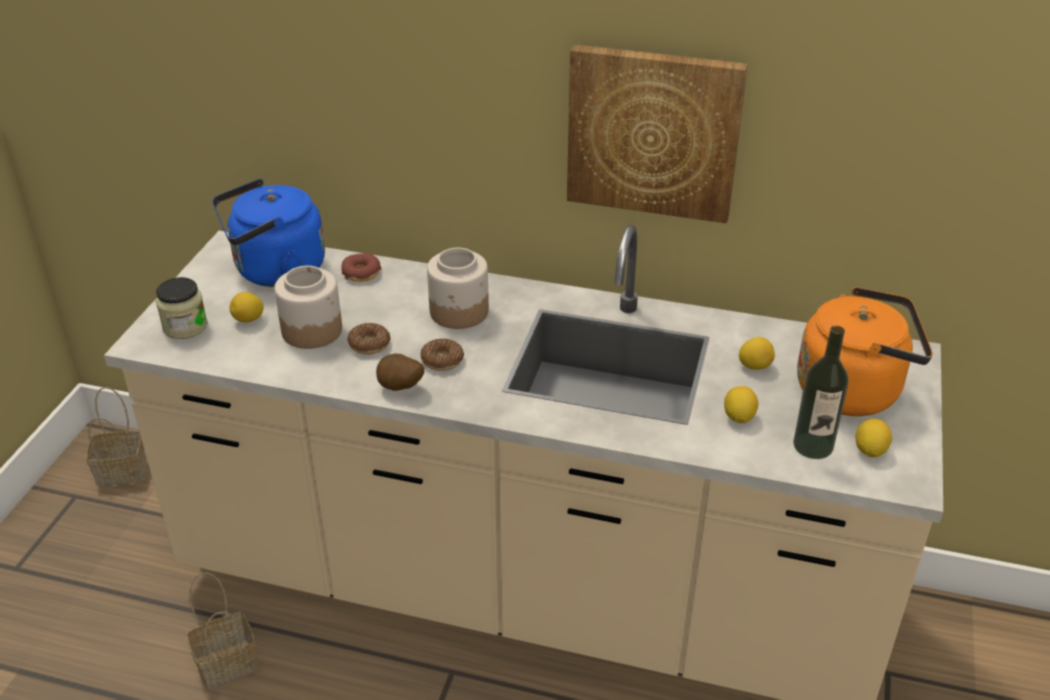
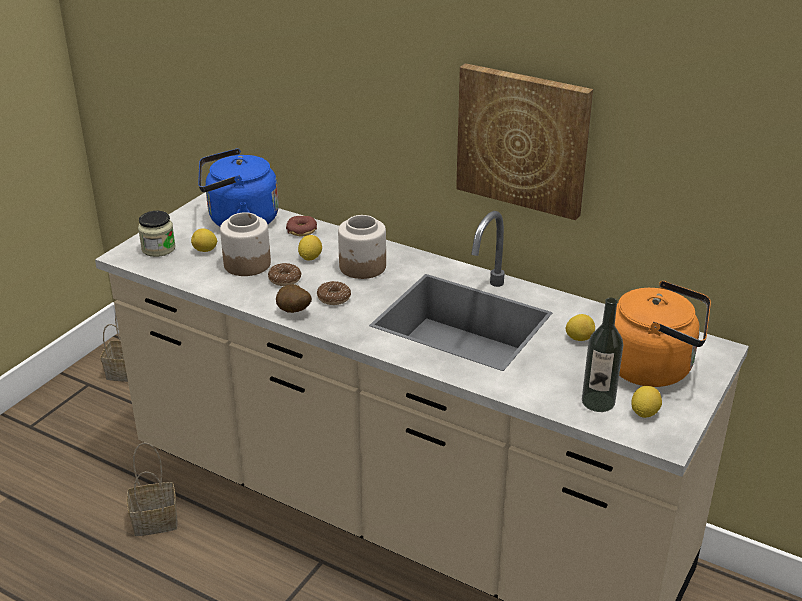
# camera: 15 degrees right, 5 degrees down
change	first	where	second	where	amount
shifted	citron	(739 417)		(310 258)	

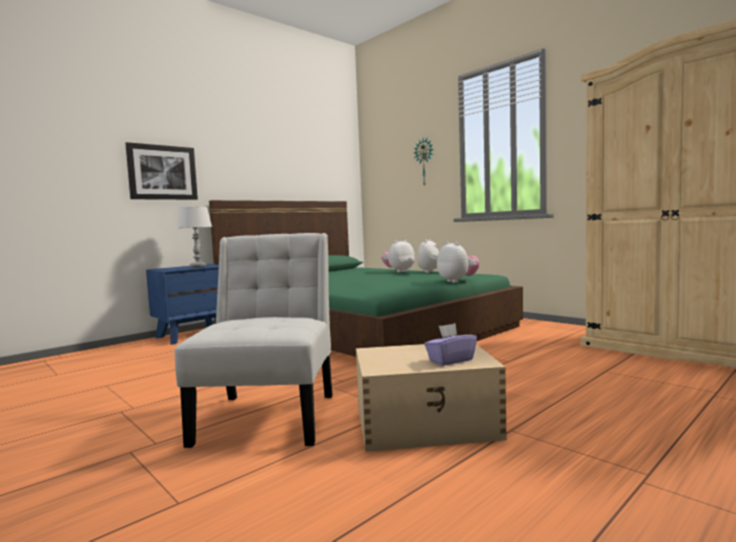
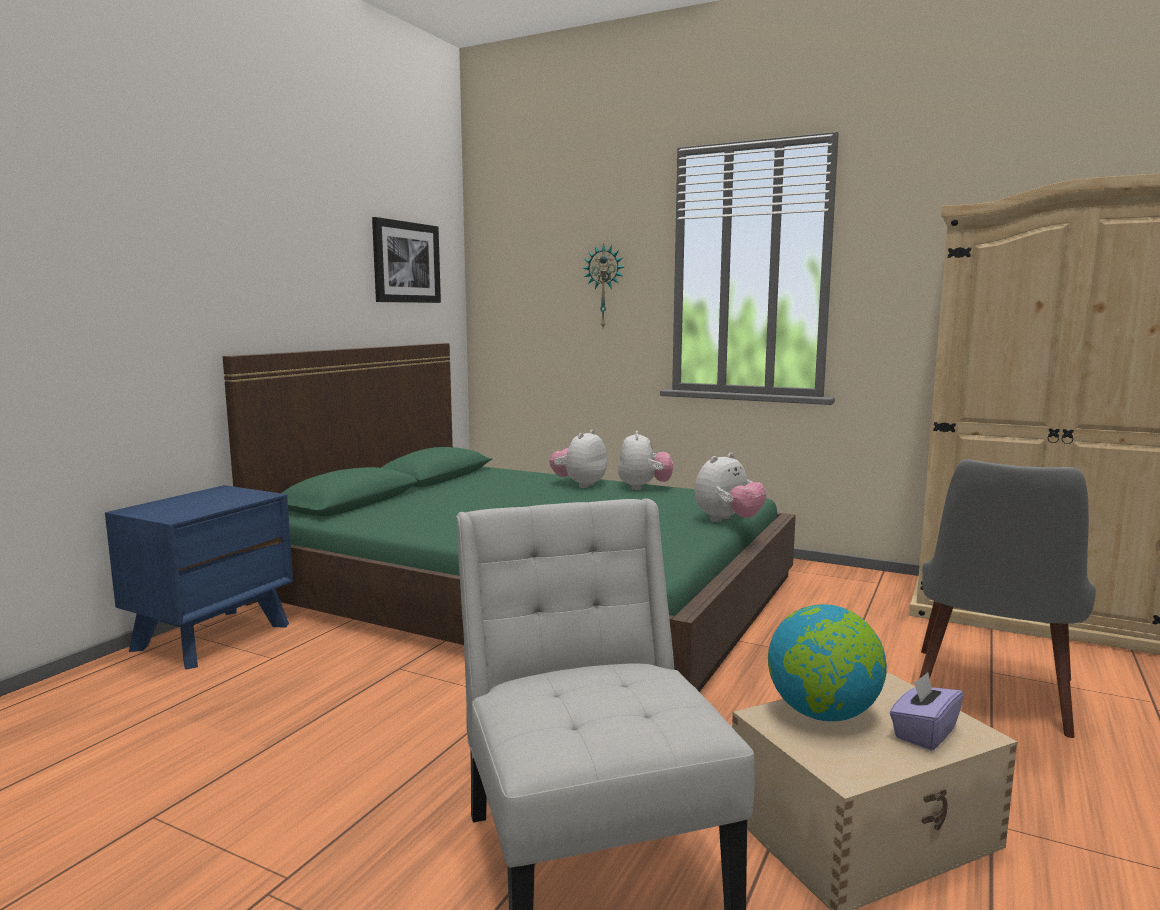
# camera: 20 degrees left, 5 degrees up
change	first	where	second	where	amount
shifted	tableau	(162 172)		(406 262)	
gone	lampe de table/gris	(198 267)			
rotated	peluche	(457 281)		(728 521)	90 degrees clockwise
new			chaise/gris	(992 700)	
new			globe	(822 714)	

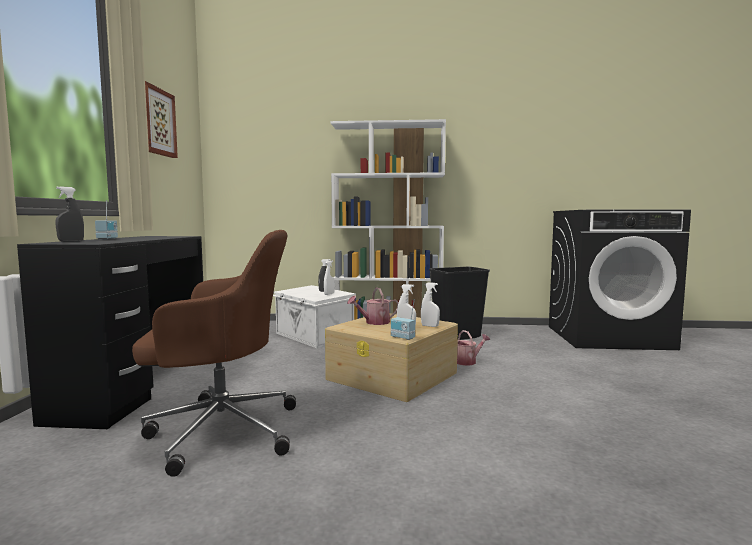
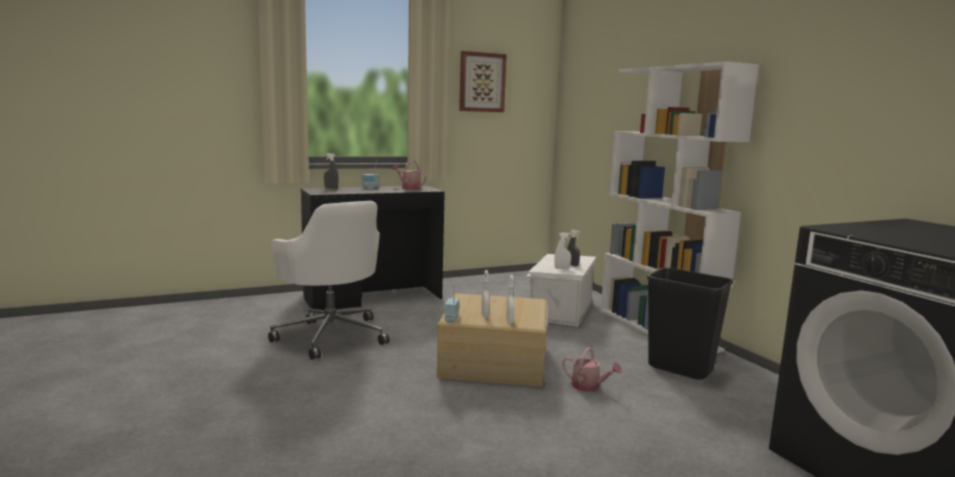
# camera: 60 degrees right, 5 degrees up
change	first	where	second	where	amount
repainted	chaise de bureau/marron	(219 431)	chaise de bureau/blanc	(331 335)	
shifted	arrosoir	(374 322)		(409 188)	

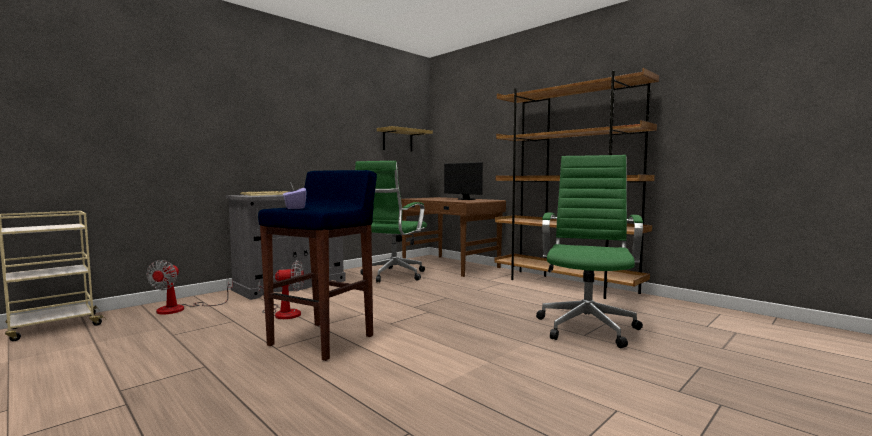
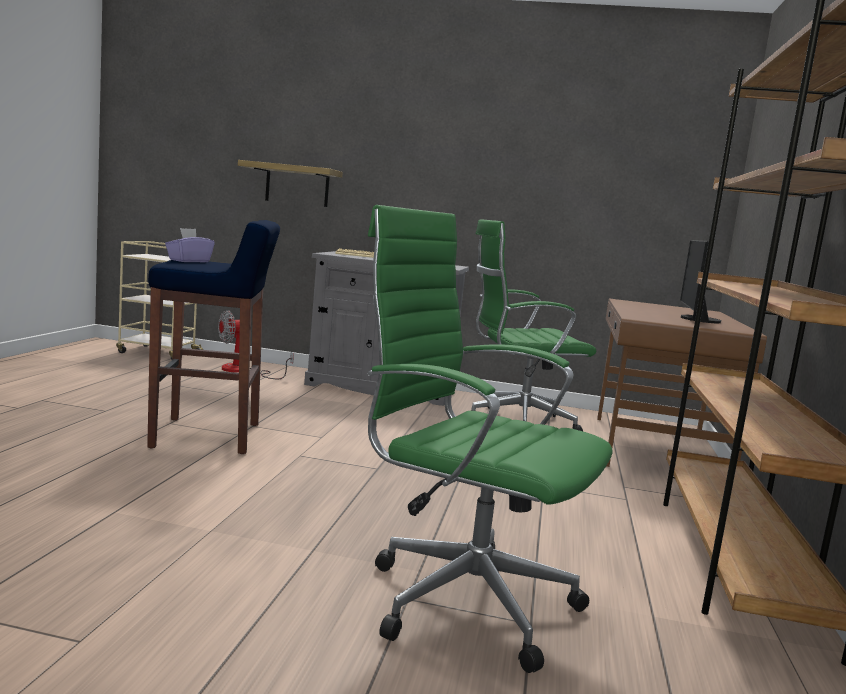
# camera: 55 degrees right, 5 degrees up
change	first	where	second	where	amount
shifted	étagère	(397 140)		(297 185)	
rotated	chaise de bureau/vert	(587 327)		(461 599)	135 degrees counterclockwise
gone	ventilateur	(283 313)			

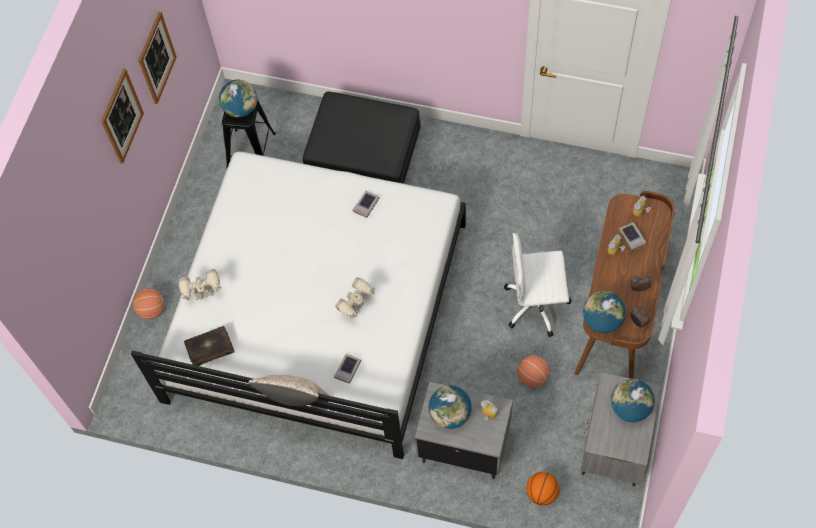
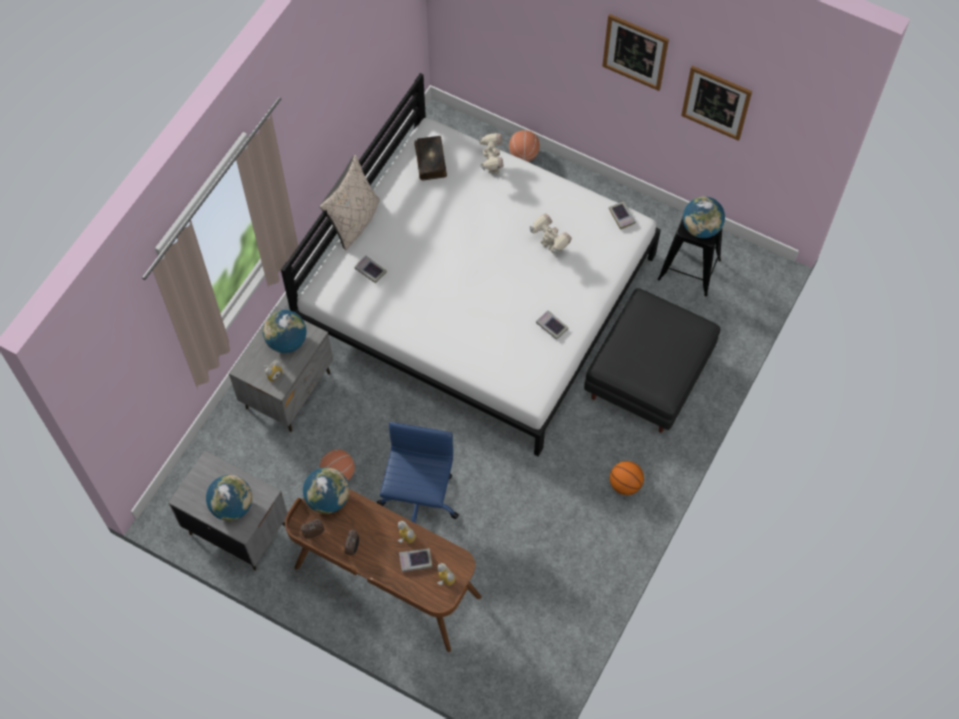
# camera: 100 degrees right, 0 degrees up
change	first	where	second	where	amount
repainted	chaise de bureau/blanc	(537 305)	chaise de bureau/bleu	(419 501)	
shifted	robot jouet	(356 308)		(549 247)	
shifted	ballon de basket	(542 493)		(625 484)	
new			livre	(621 216)	

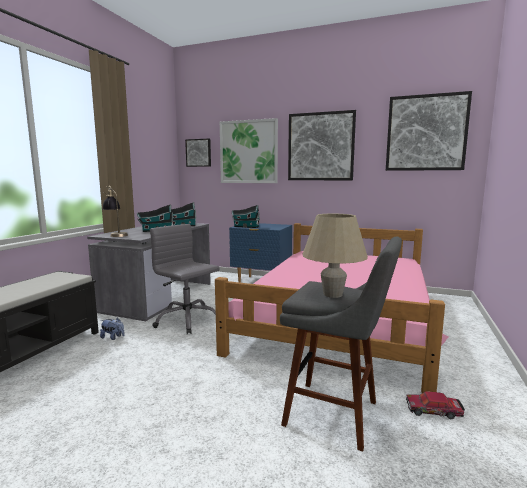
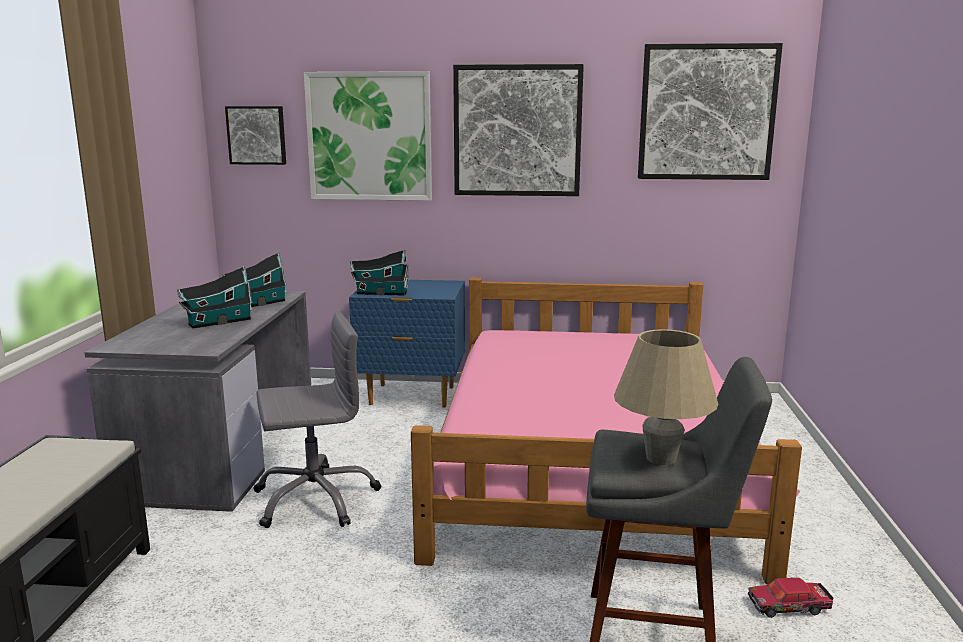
# camera: 15 degrees left, 5 degrees up
change	first	where	second	where	amount
gone	lampe de table	(116 234)			
rotated	chaise de bureau/gris	(187 320)		(315 499)	135 degrees clockwise
gone	peluche	(113 337)			

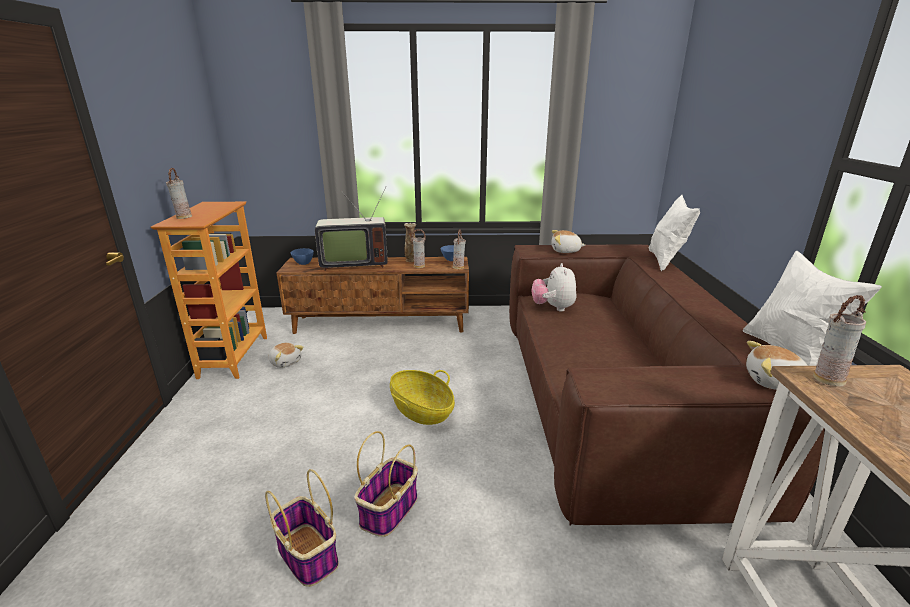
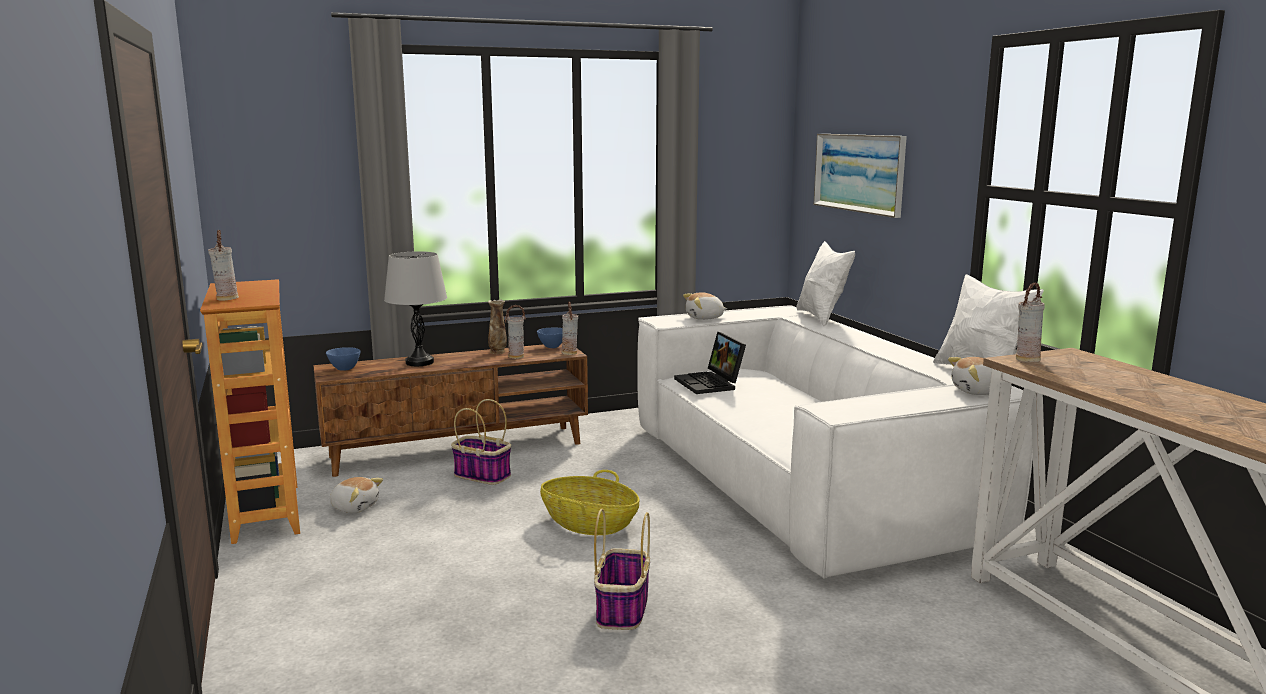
# camera: 20 degrees left, 10 degrees down
change	first	where	second	where	amount
swapped	téléviseur	(353 263)	lampe de table/gris	(419 362)	
repainted	canapé/marron	(610 398)	canapé/blanc	(800 480)	
swapped	peluche	(553 308)	ordinateur portable	(711 384)	
shifted	panier	(307 554)		(481 475)	
new			tableau	(859 173)	

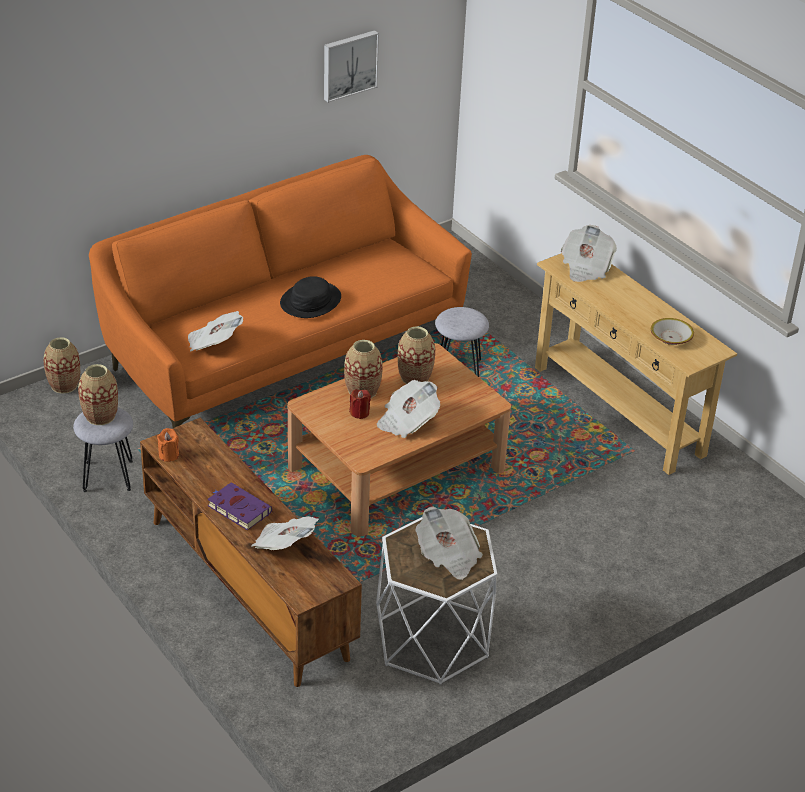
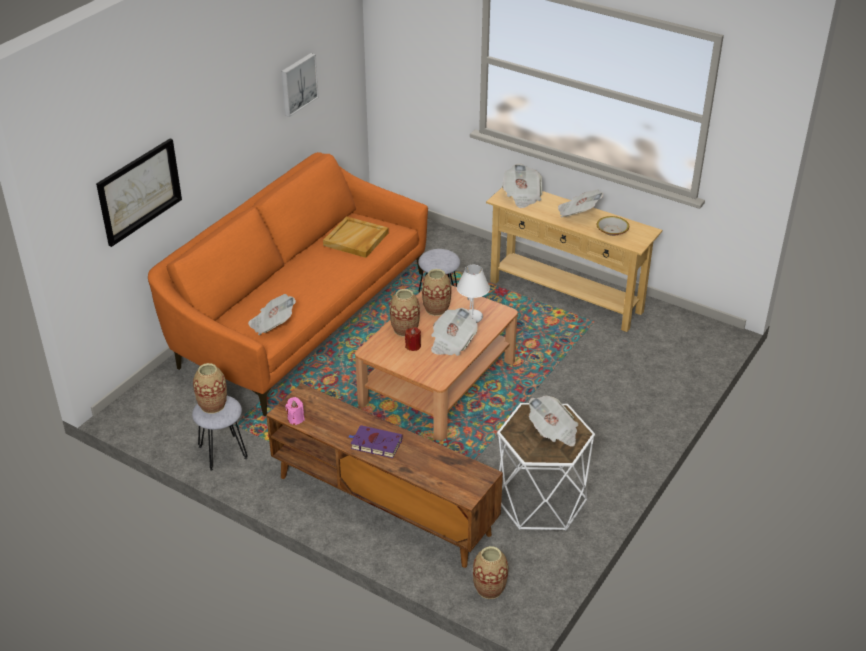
# camera: 20 degrees left, 0 degrees up
change	first	where	second	where	amount
gone	chapeau/noir	(311 301)			
shifted	vase	(64 385)		(489 588)	
repainted	bougie/orange	(168 455)	bougie/rose	(295 419)	
shifted	journal	(284 545)		(578 213)	
new			tableau	(139 191)	
new			plateau/beige	(356 239)	
new			lampe de table/blanc	(472 317)	

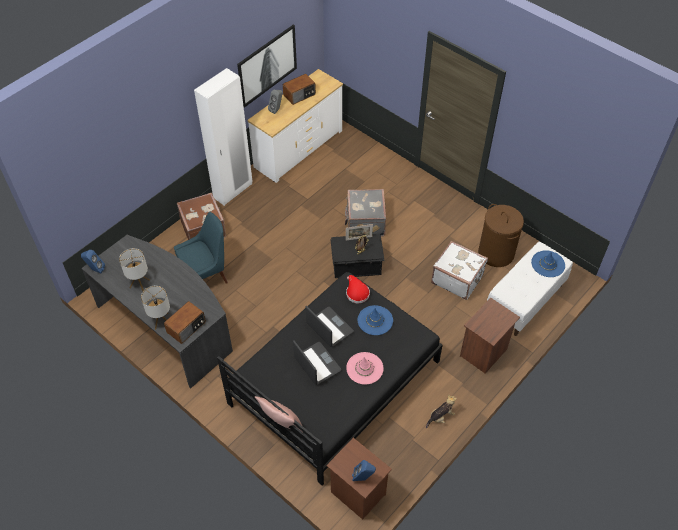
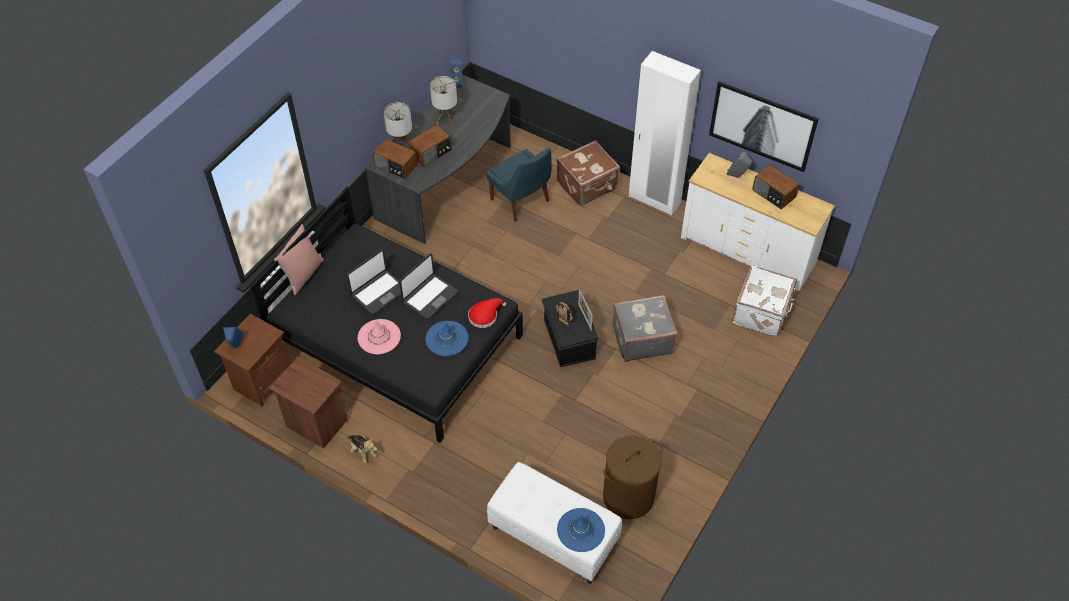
# camera: 80 degrees right, 0 degrees up
change	first	where	second	where	amount
shifted	valise/blanc	(457 278)		(762 312)	
shifted	table de chevet/marron	(484 353)		(316 424)	
new			radio	(431 153)	

